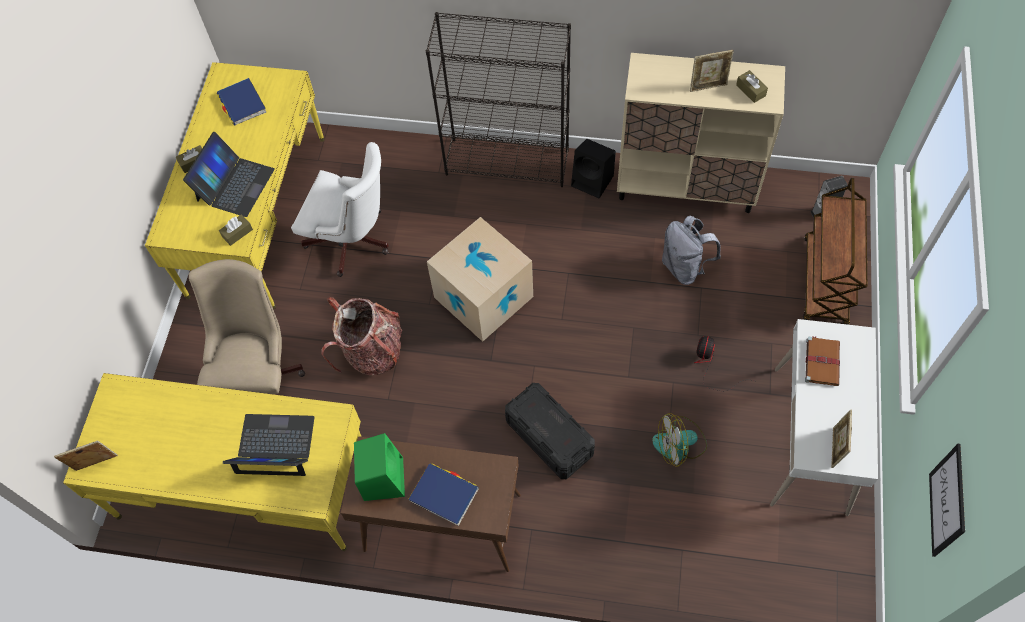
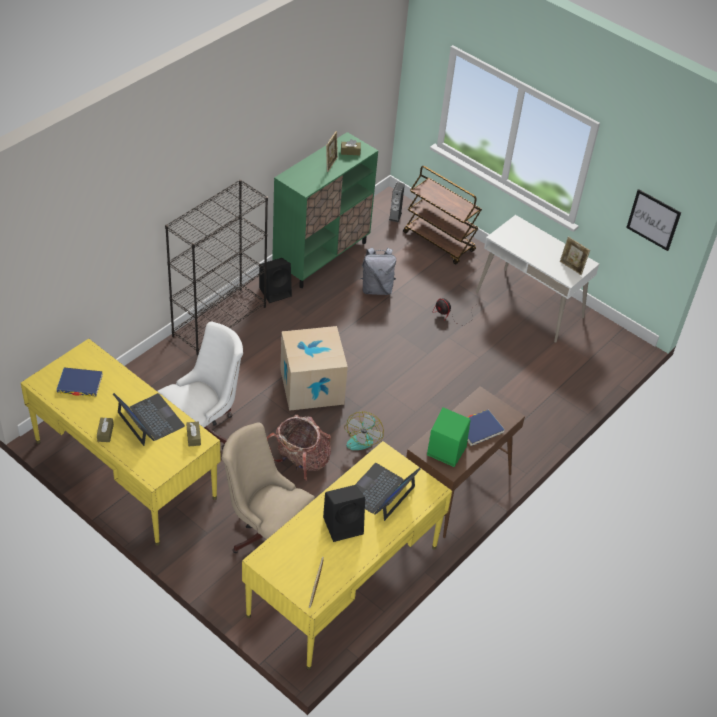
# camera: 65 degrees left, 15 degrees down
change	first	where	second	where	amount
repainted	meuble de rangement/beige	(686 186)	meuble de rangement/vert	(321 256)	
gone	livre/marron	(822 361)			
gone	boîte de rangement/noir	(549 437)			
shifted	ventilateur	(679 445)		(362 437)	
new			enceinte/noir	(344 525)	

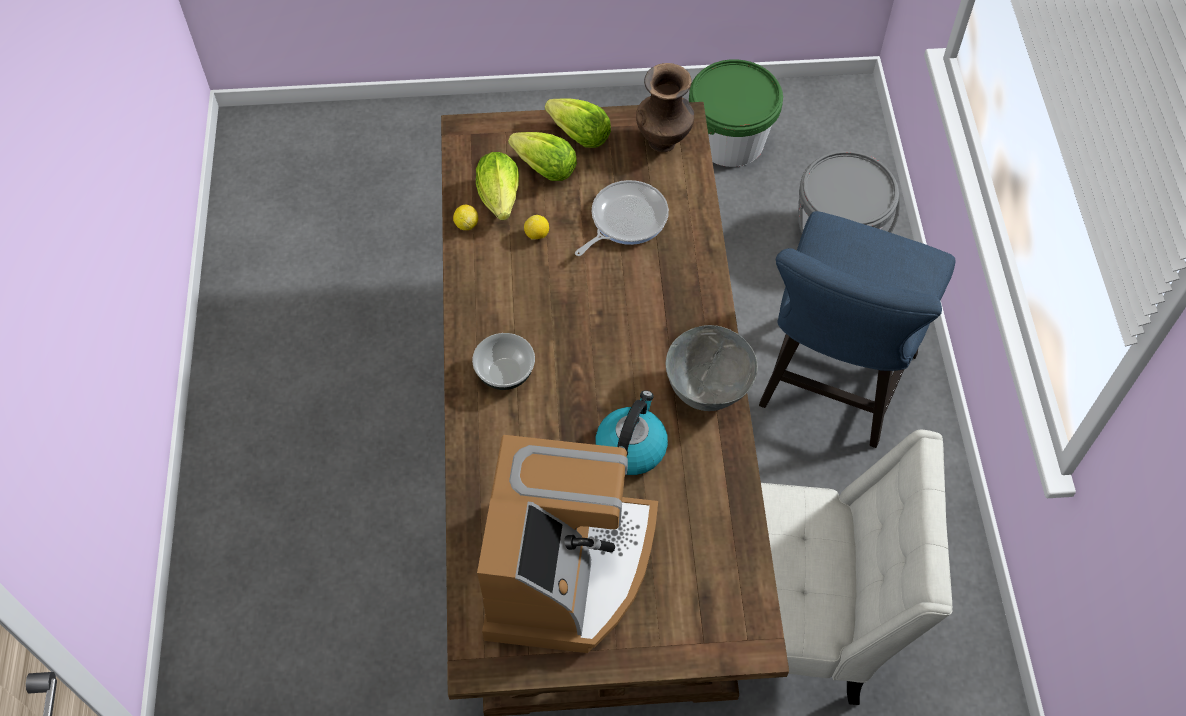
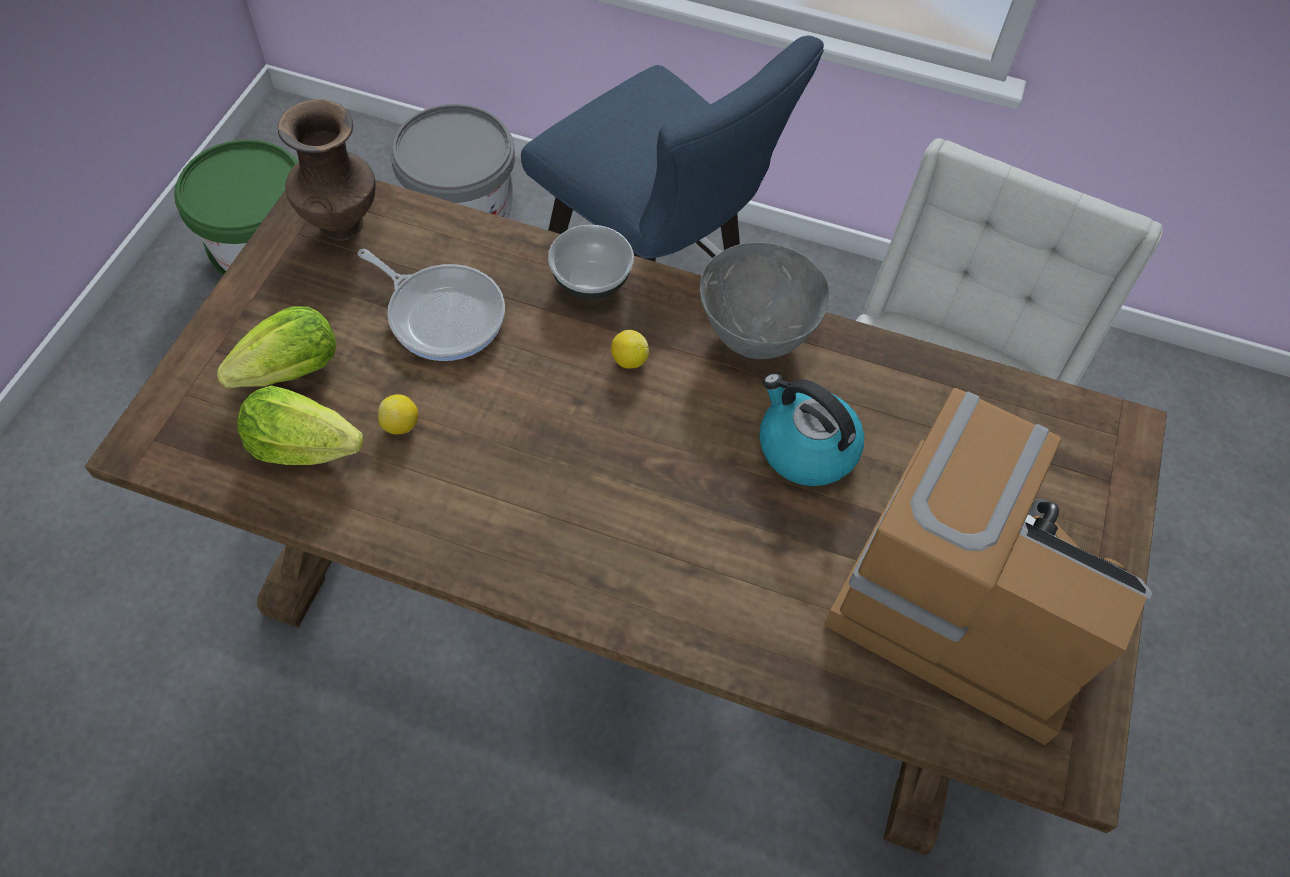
# camera: 70 degrees left, 0 degrees up
change	first	where	second	where	amount
gone	laitue	(579 136)			
rotated	poêle	(625 219)		(442 314)	150 degrees clockwise
shifted	citron	(466 224)		(629 360)	
shifted	bol	(505 373)		(592 280)	

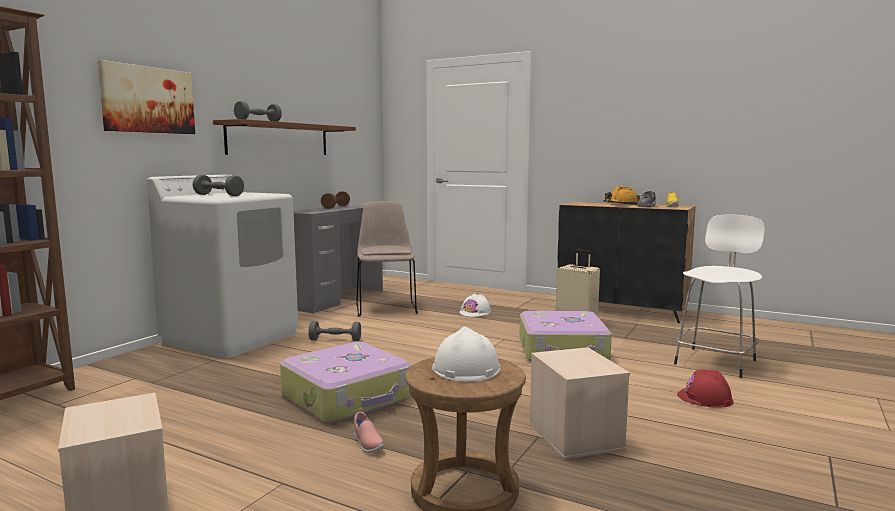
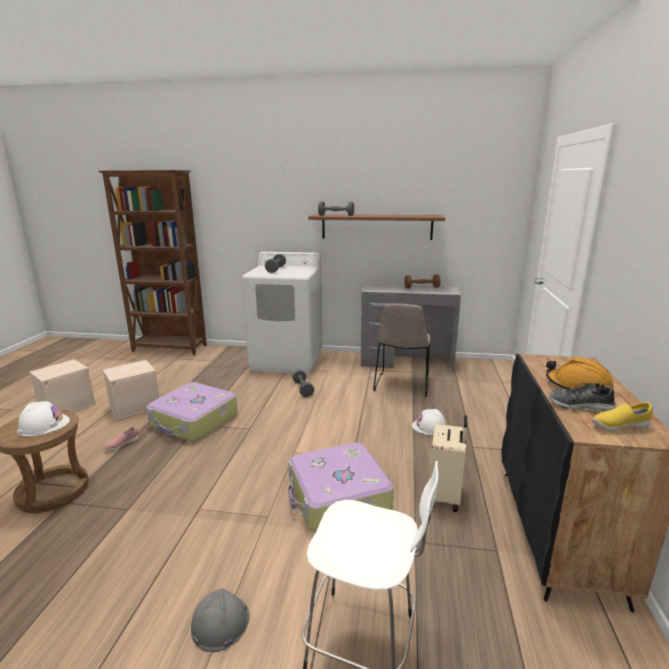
# camera: 70 degrees right, 10 degrees up
change	first	where	second	where	amount
gone	tableau	(148 100)			
rotated	chaise/beige	(386 308)		(401 386)	135 degrees clockwise
shifted	boîte de rangement/beige	(573 435)		(135 406)	
repainted	casque de chantier/rouge	(705 398)	casque de chantier/gris	(220 622)	

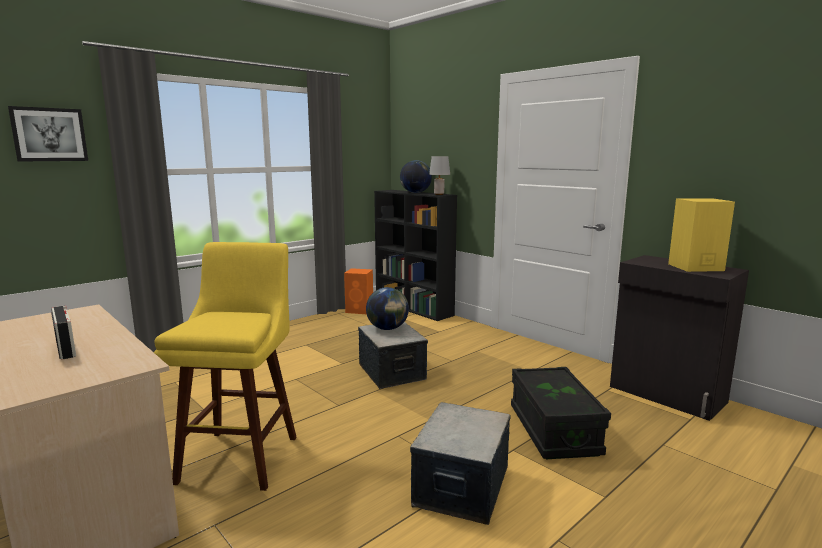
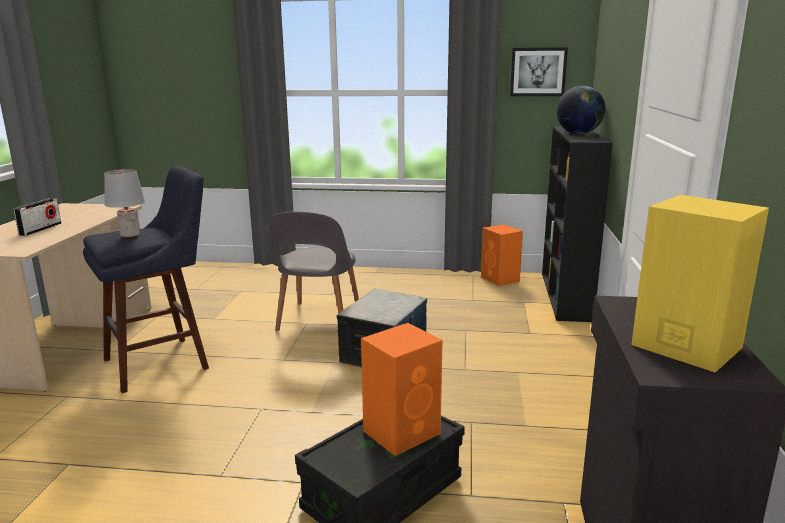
# camera: 50 degrees right, 5 degrees up
change	first	where	second	where	amount
shifted	tableau	(49 134)		(538 72)	
shifted	lampe de table/gris	(439 194)		(130 236)	
repainted	tabouret/jaune	(242 454)	tabouret/bleu	(163 362)	
gone	globe	(387 328)			
gone	boîte de rangement	(460 486)			
new			chaise/gris	(318 320)	
new			enceinte/orange	(403 431)	

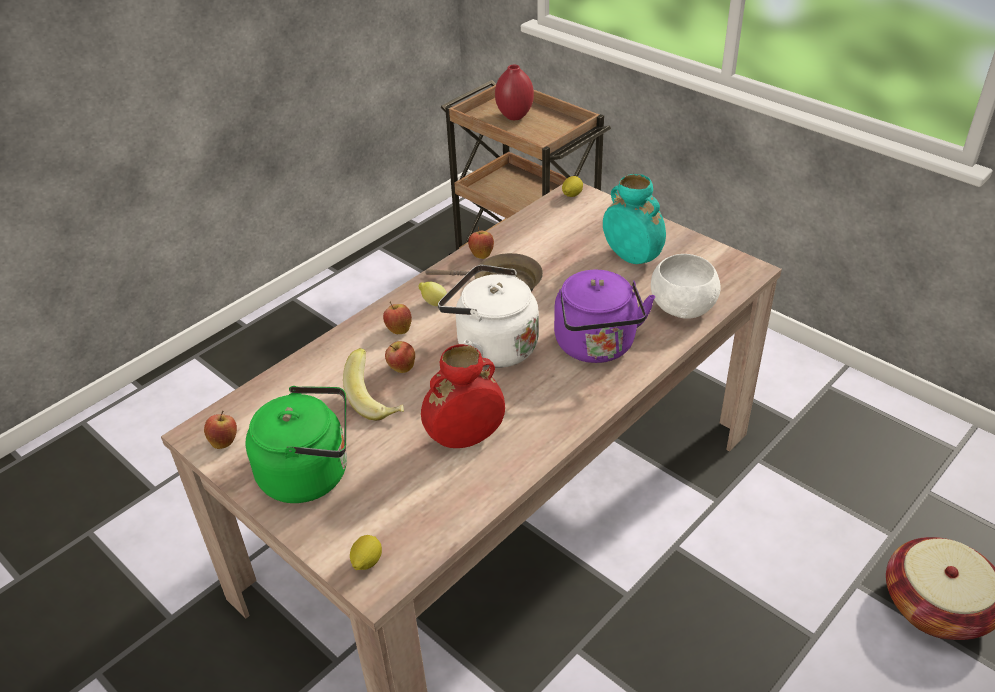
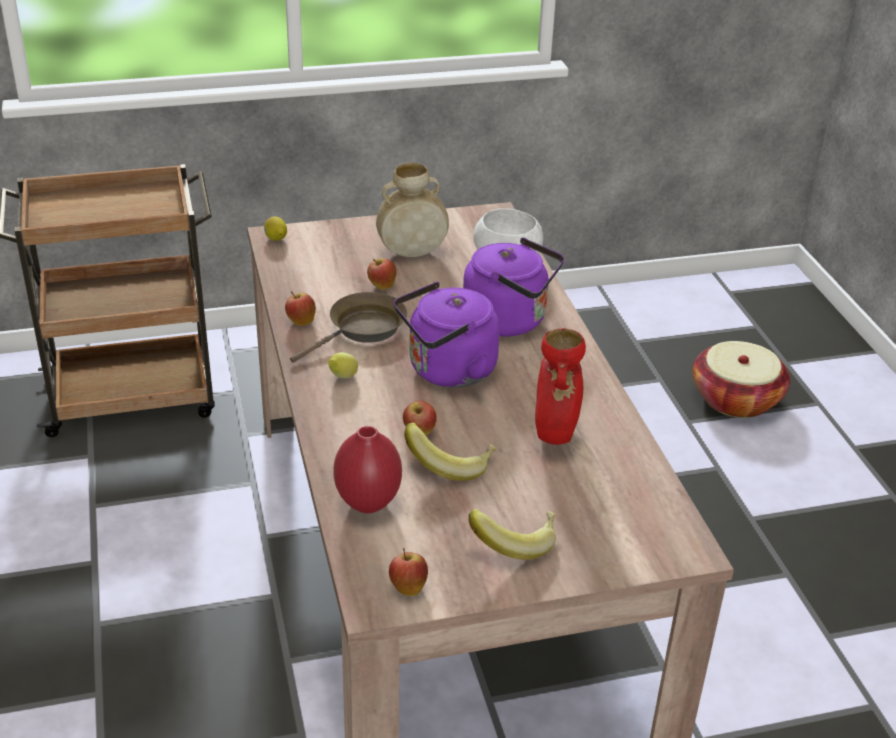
# camera: 60 degrees left, 5 degrees down
change	first	where	second	where	amount
shifted	vase/rouge	(514 116)		(367 503)	
repainted	vase/turquoise	(632 258)	vase/beige	(412 253)	
repainted	bouilloire/blanc	(492 347)	bouilloire/violet	(447 371)	
shifted	pomme	(399 329)		(381 286)	
swapped	bouilloire/vert	(311 473)	banane	(514 542)	
gone	citron	(366 562)			

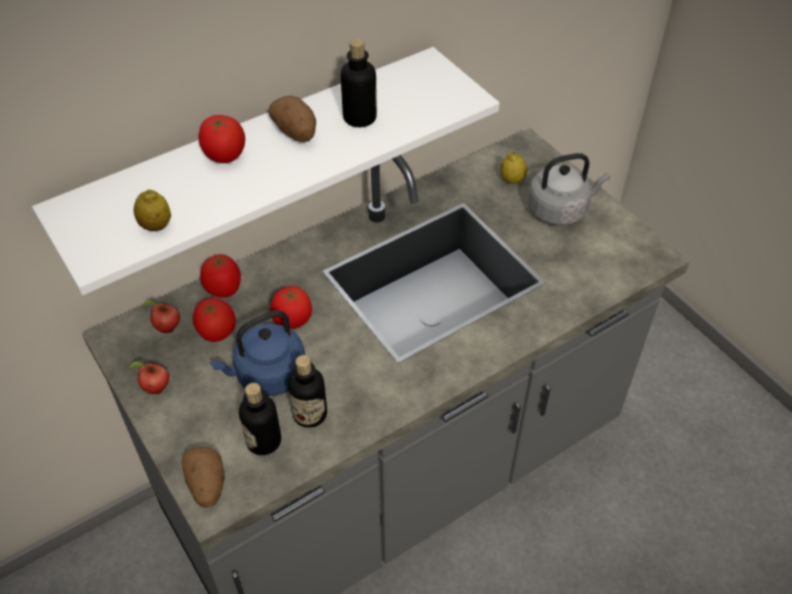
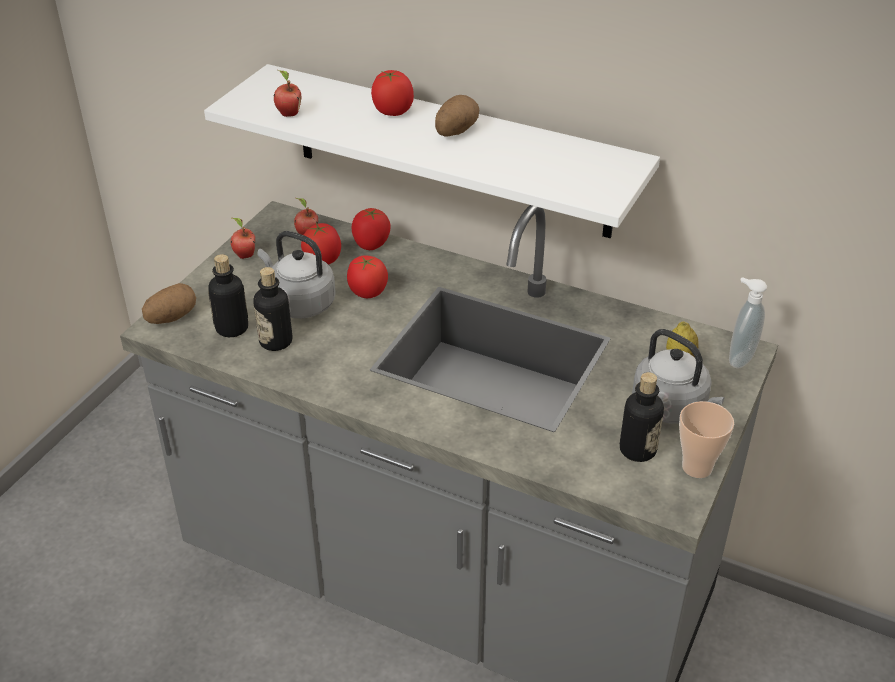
# camera: 60 degrees right, 10 degrees down
change	first	where	second	where	amount
shifted	bouteille	(359 118)		(637 450)	
swapped	citron	(156 226)	pomme	(288 114)	
repainted	bouilloire/bleu	(267 375)	bouilloire/gris	(299 303)	
new			distributeur de savon	(739 358)	
new			tasse	(697 467)	

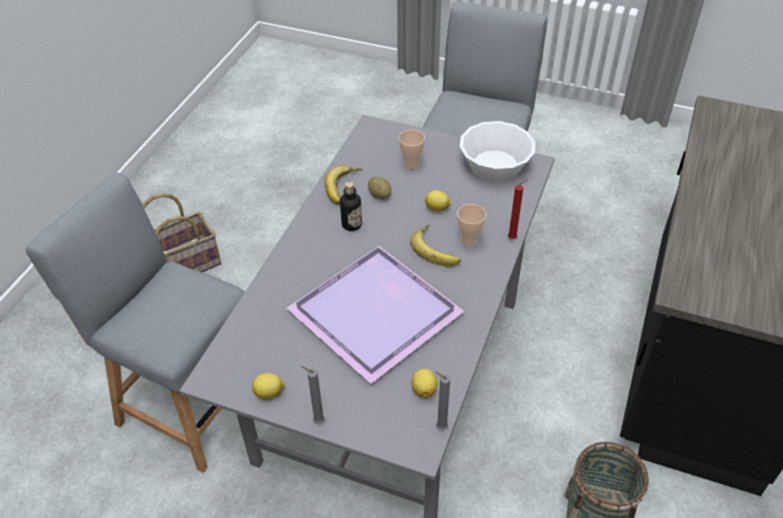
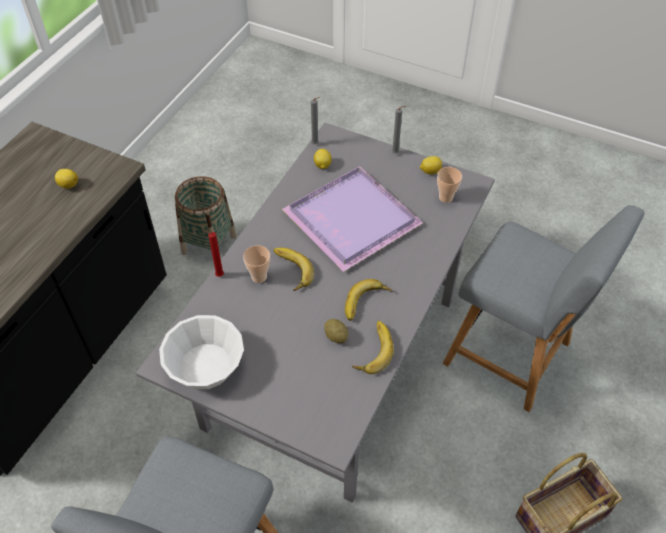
# camera: 175 degrees left, 5 degrees up
change	first	where	second	where	amount
shifted	tasse	(411 164)		(446 197)	
swapped	bouteille	(351 224)	banane	(366 303)	
shifted	citron	(437 209)		(68 185)	

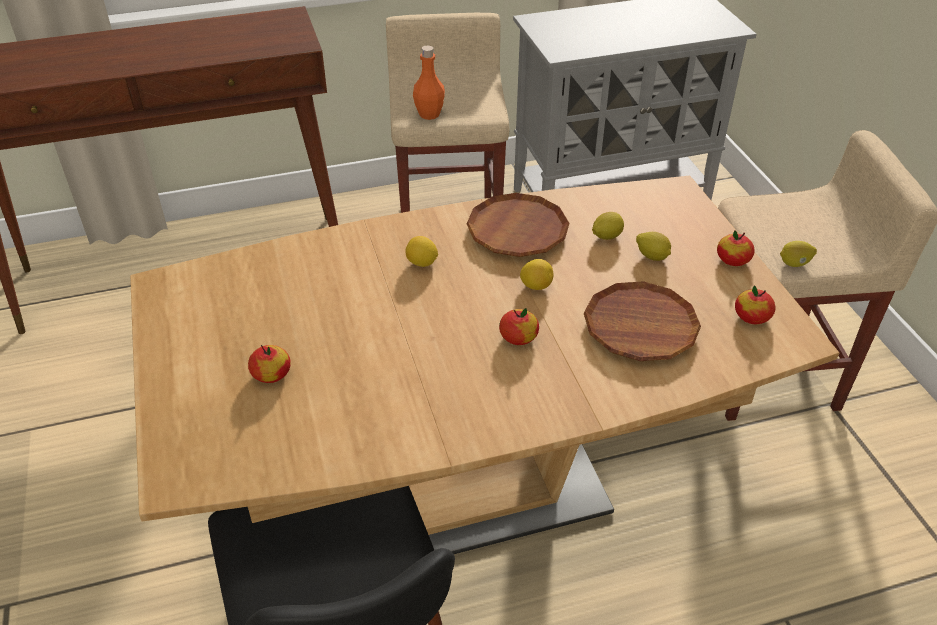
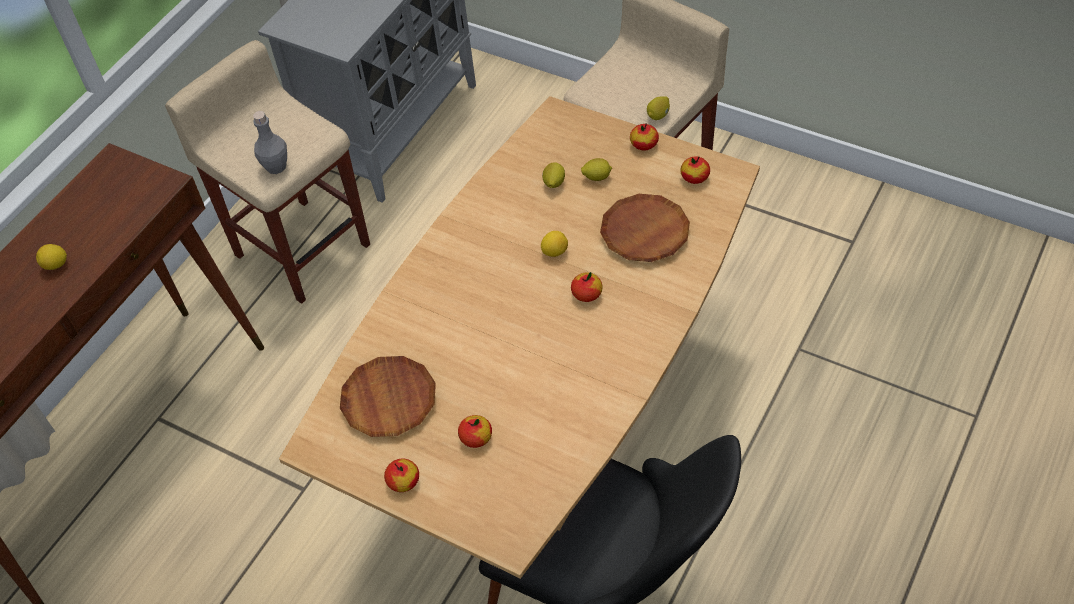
# camera: 40 degrees left, 10 degrees up
change	first	where	second	where	amount
repainted	bouteille/orange	(429 114)	bouteille/gris	(276 166)	
shifted	assiette/marron	(517 231)		(389 400)	
shifted	citron	(421 263)		(56 265)	
new			pomme	(403 481)	

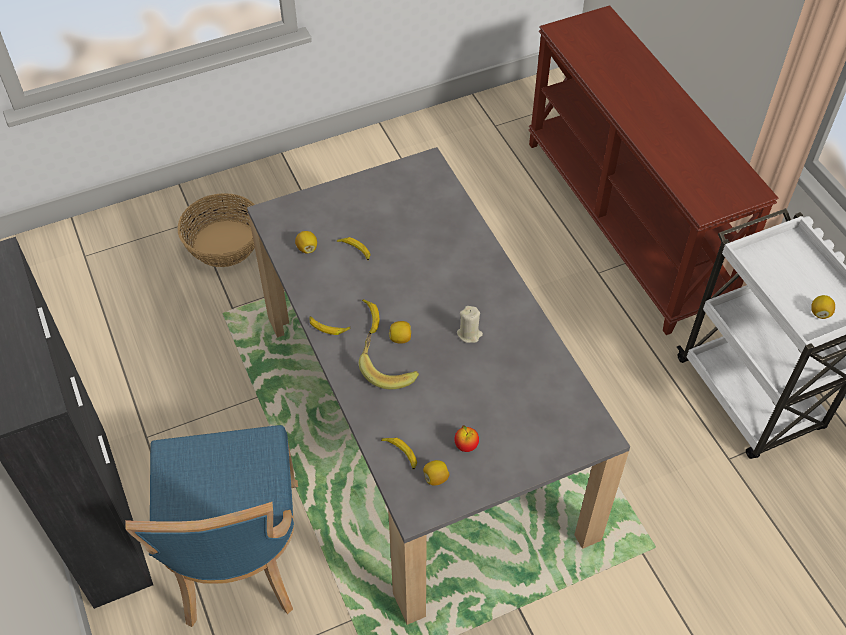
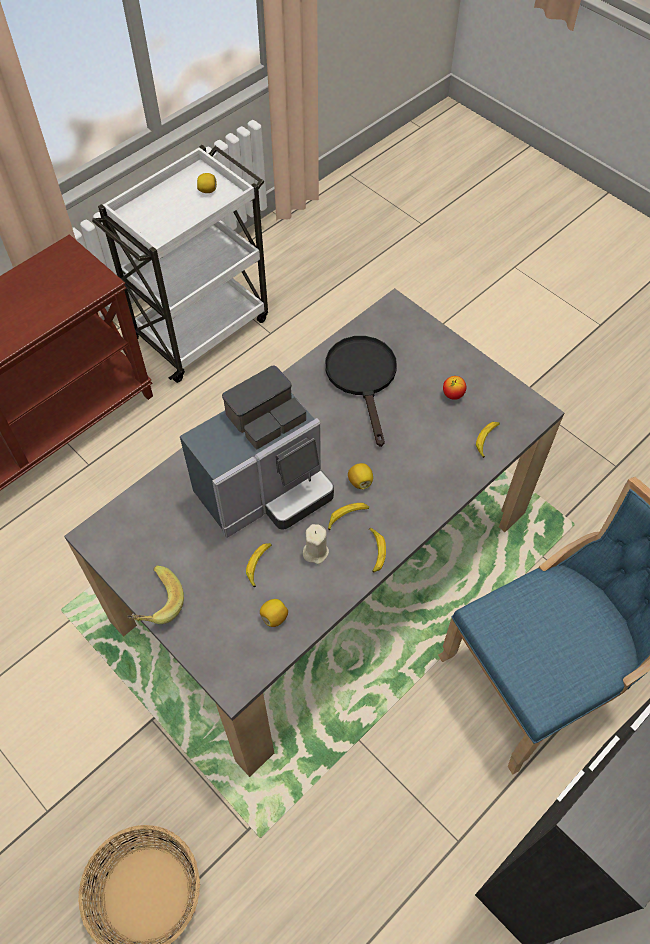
# camera: 110 degrees left, 5 degrees up
change	first	where	second	where	amount
shifted	bougie/beige	(469 334)		(315 551)	
shifted	banane	(387 369)		(155 603)	
gone	citron	(435 478)			
new			poêle/noir	(363 378)	
new			machine à café	(265 490)	

